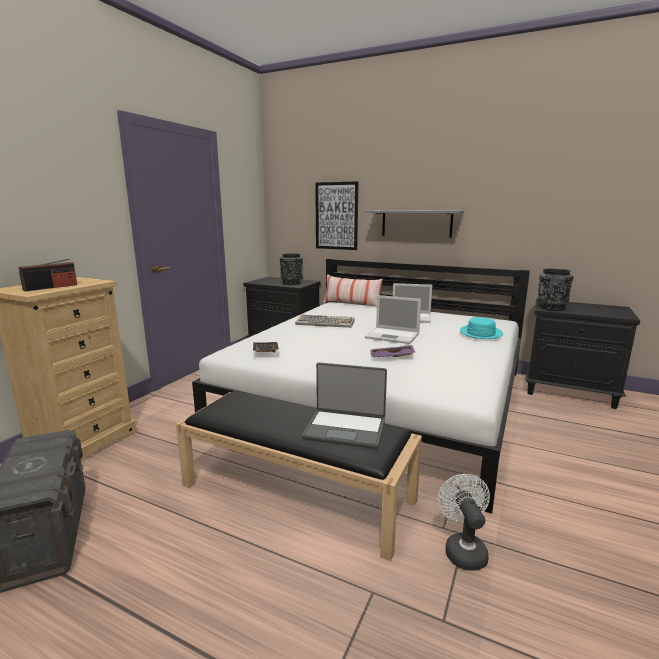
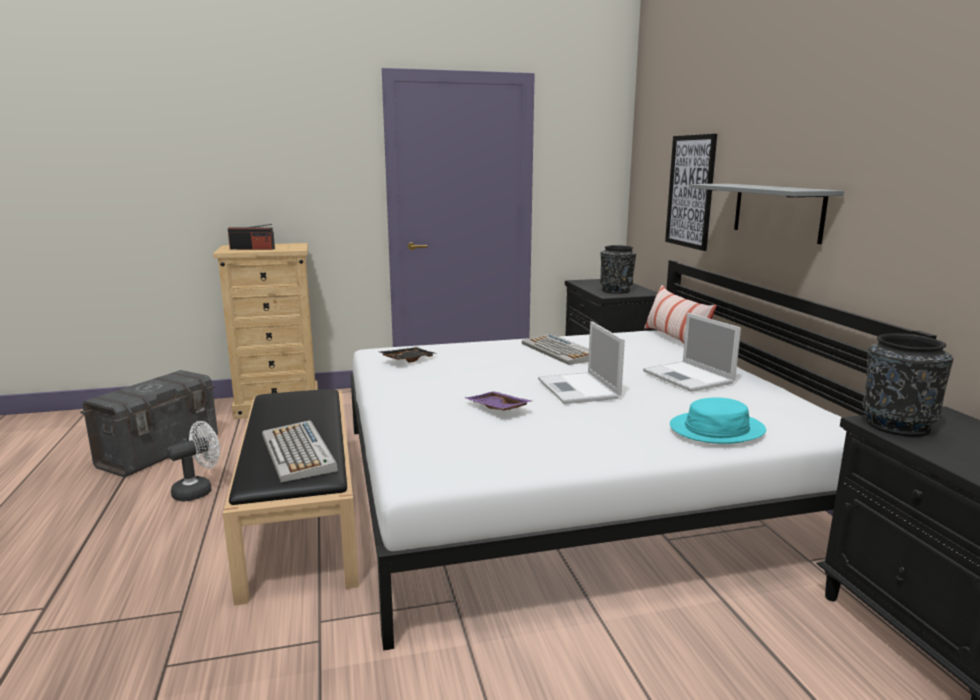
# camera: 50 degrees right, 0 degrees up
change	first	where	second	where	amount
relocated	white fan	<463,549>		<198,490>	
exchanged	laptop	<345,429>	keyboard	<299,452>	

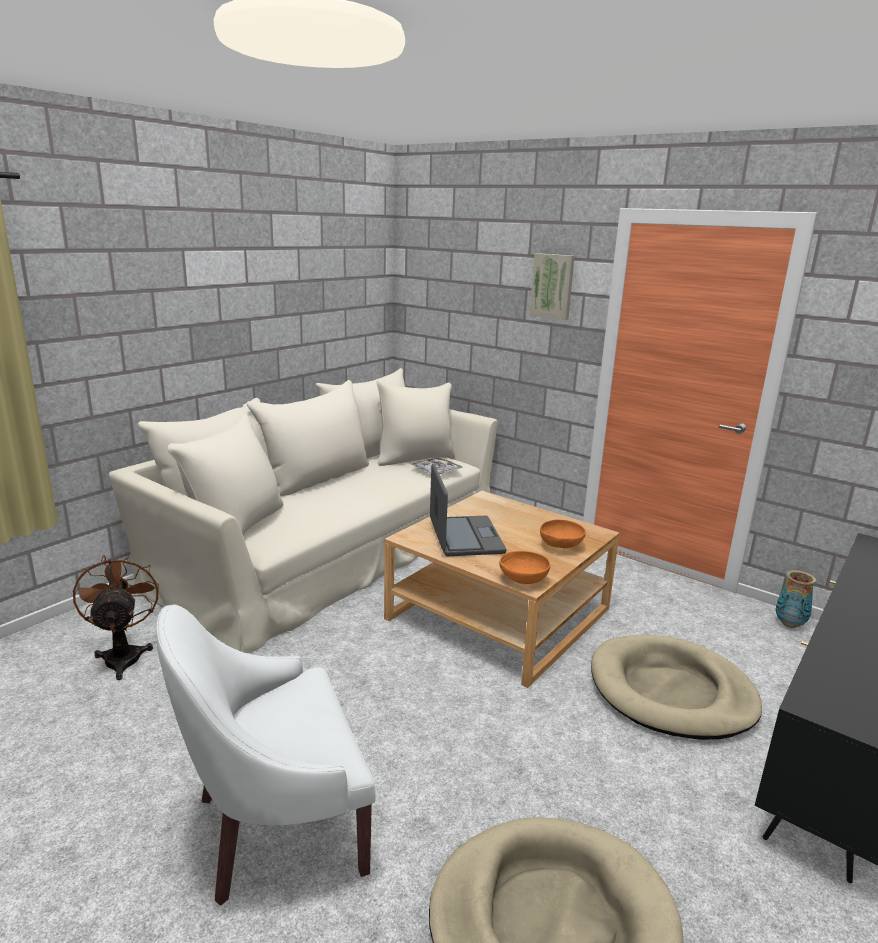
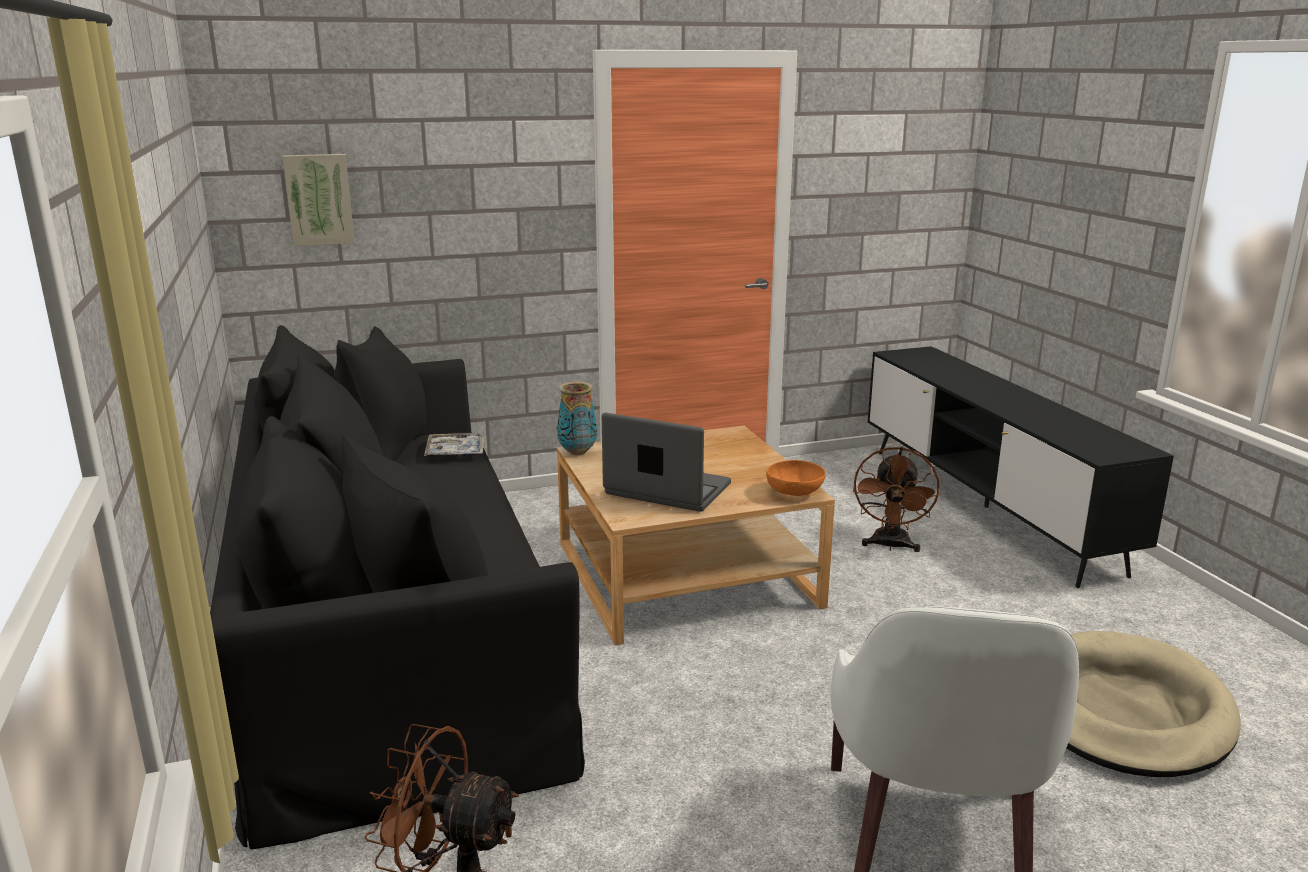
# camera: 55 degrees left, 0 degrees up
change	first	where	second	where	amount
missing	orange bowl	<561,546>			
relocated	picture	<552,286>		<319,199>	
relocated	vase	<789,624>		<578,452>	
exchanged	beige dog bed	<671,692>	brown fan	<890,546>	
colour	beige sofa	<334,550>	black sofa	<394,627>	

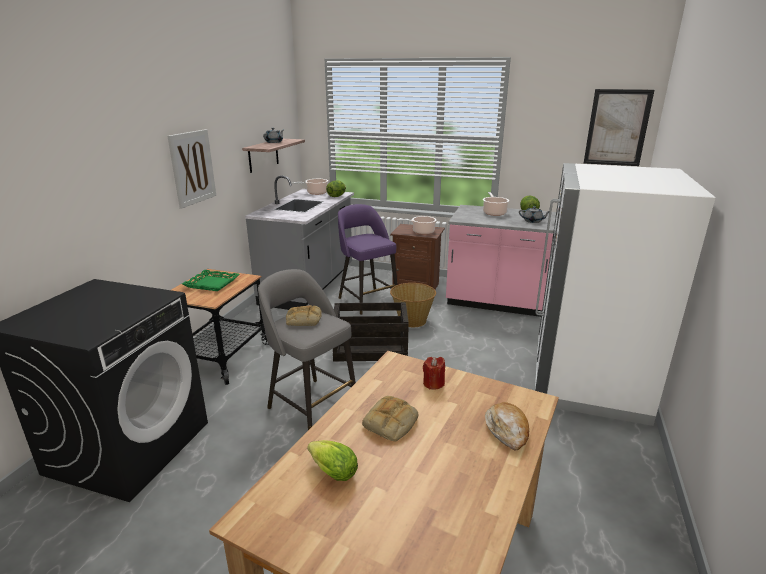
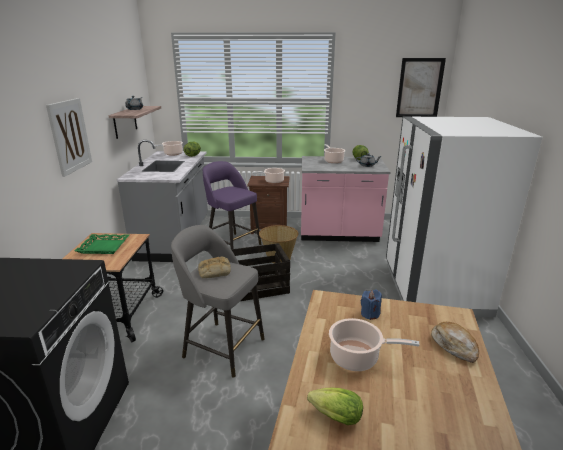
# camera: 15 degrees left, 0 degrees up
change	first	where	second	where	amount
exchanged	bread	<391,423>	cooking pot	<357,358>	
colour	red candle	<433,383>	blue candle	<370,314>	

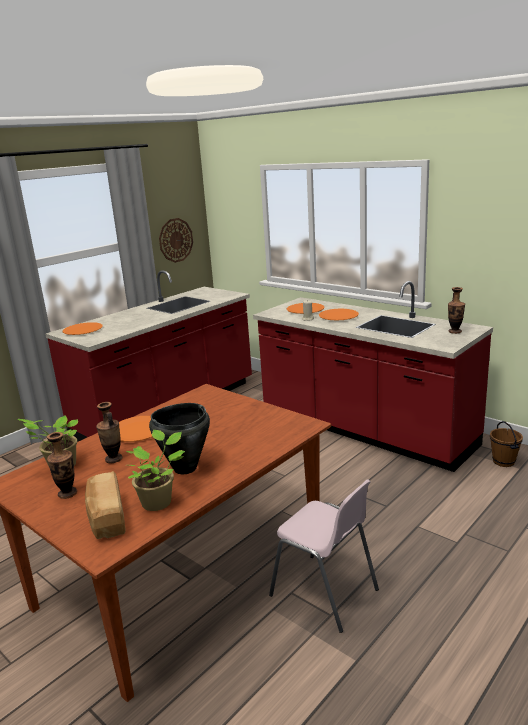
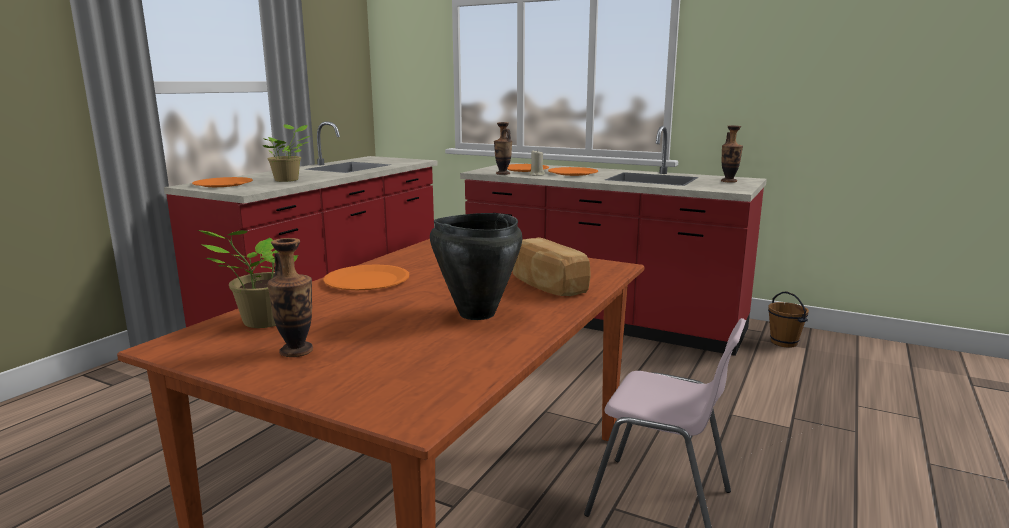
# camera: 15 degrees left, 5 degrees down
change	first	where	second	where	amount
missing	wall clock	<175,240>			
relocated	bread	<106,518>		<546,285>	
relocated	vase	<113,459>		<503,174>	
relocated	potted plant	<159,502>		<288,180>	

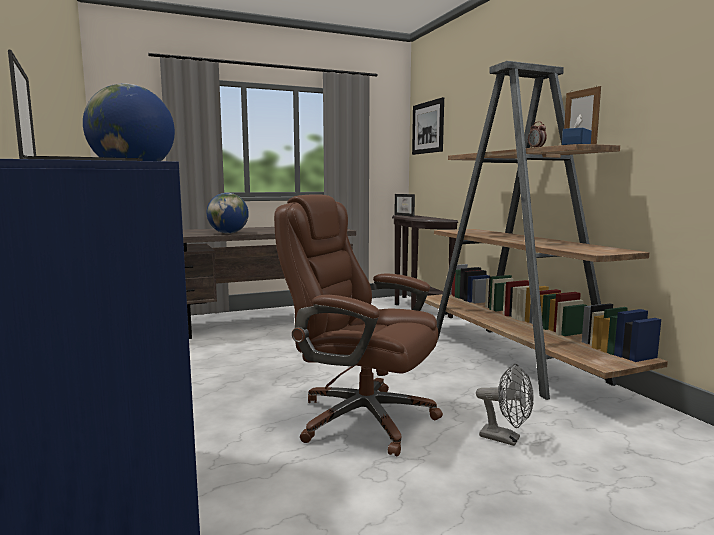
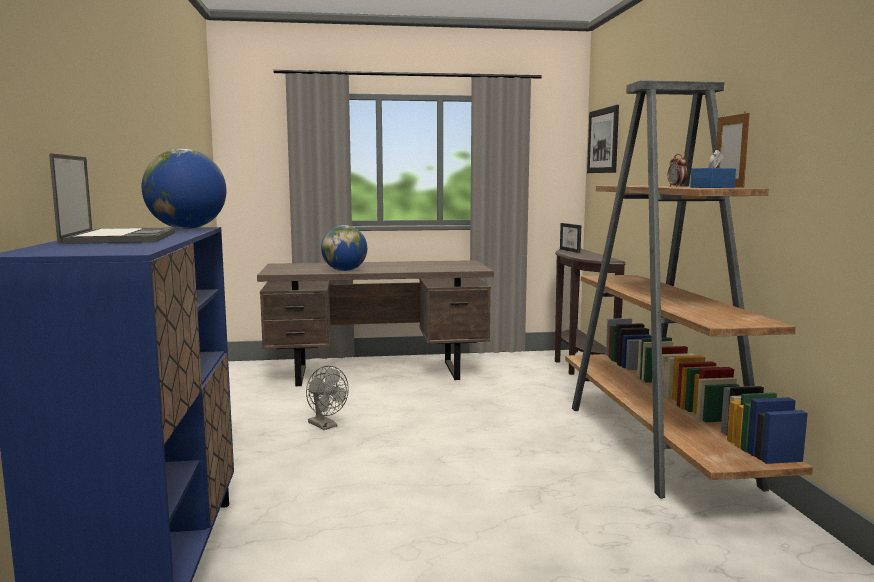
# camera: 15 degrees right, 0 degrees up
change	first	where	second	where	amount
missing	brown office chair	<361,418>			
relocated	grey fan	<506,439>		<325,426>	

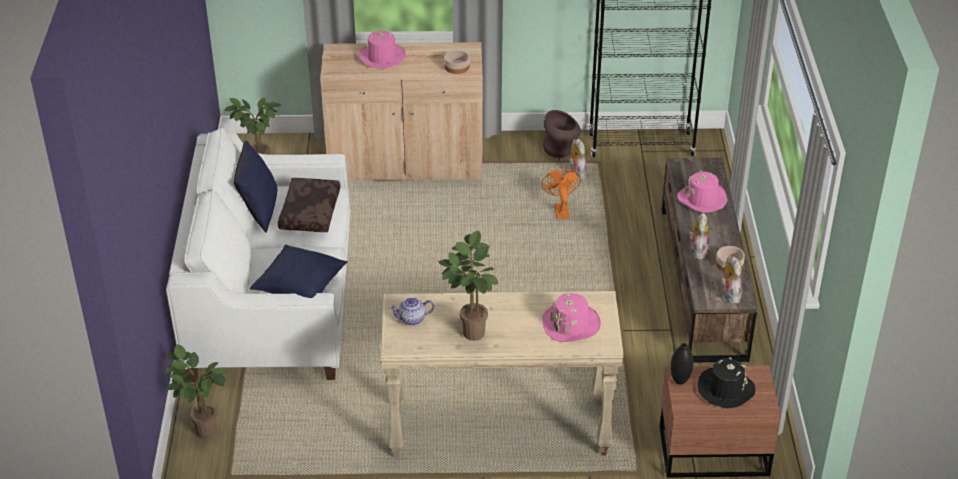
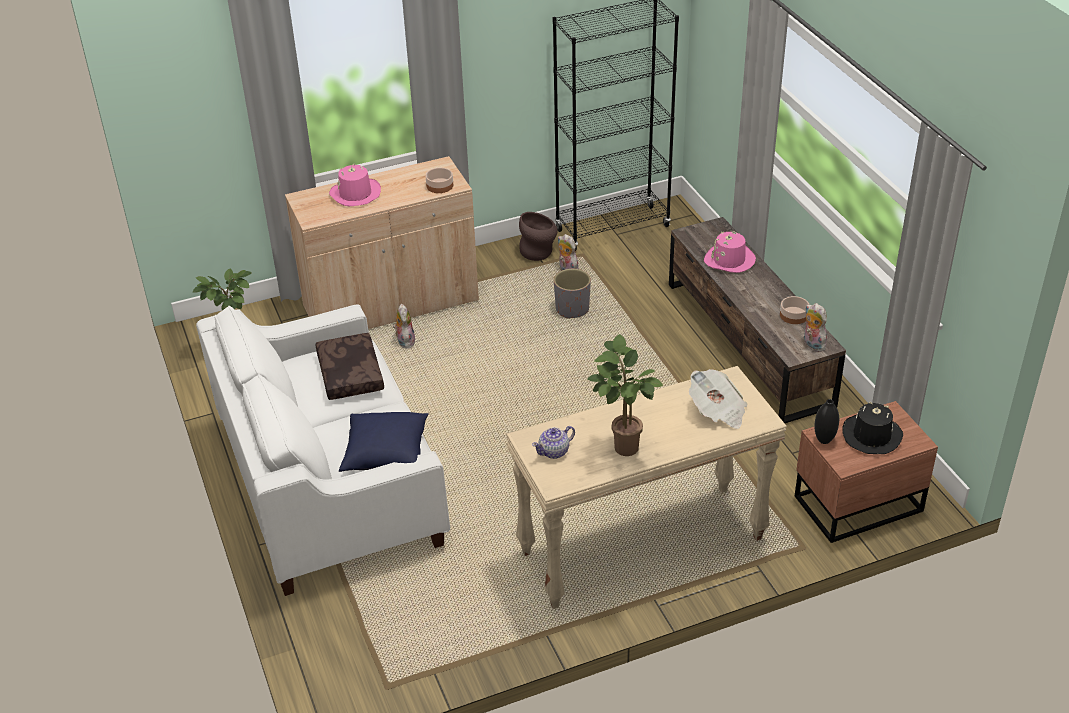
# camera: 20 degrees left, 0 degrees up
change	first	where	second	where	amount
missing	potted plant	<202,432>			
missing	blue pillow	<258,211>			
relocated	plush toy	<697,251>		<405,341>	
exchanged	orange fan	<560,209>	grey planter	<572,309>	
exchanged	pink hat	<571,324>	newspaper	<717,411>	

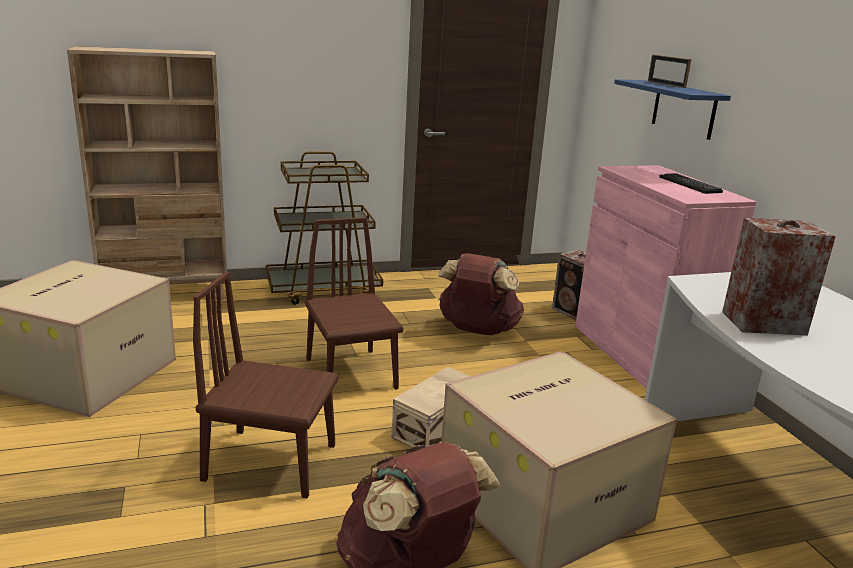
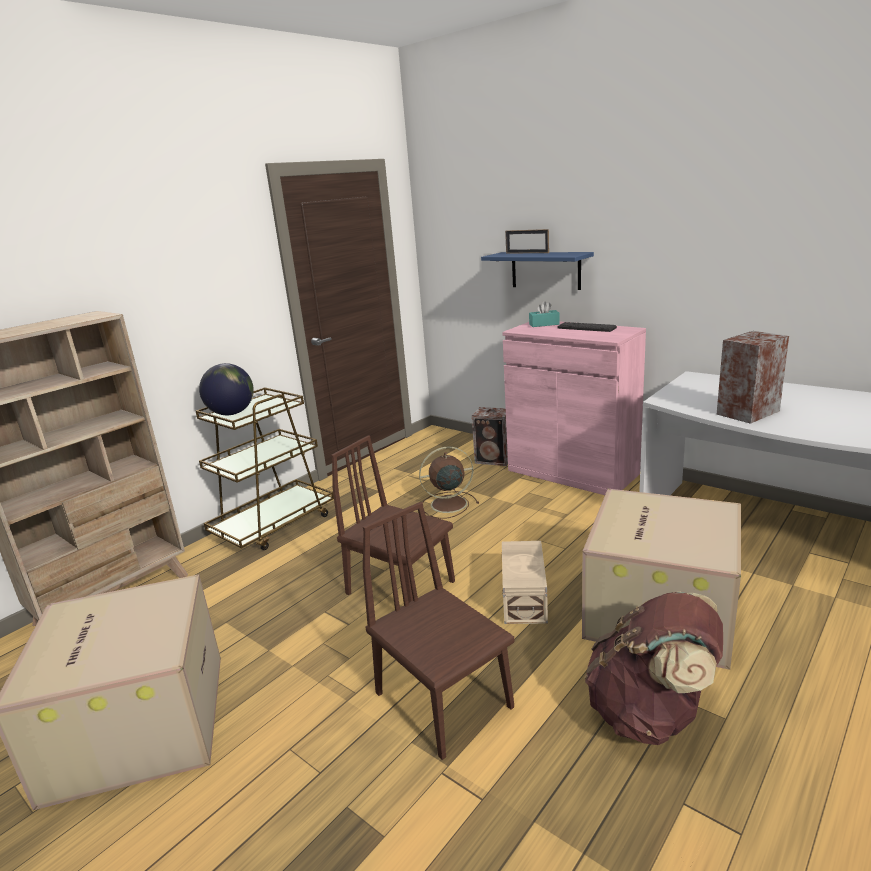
# camera: 30 degrees left, 0 degrees up
change	first	where	second	where	amount
appeared			globe	<231,413>	
appeared			turquoise tissue box	<544,324>	
exchanged	brown backpack	<477,330>	brown fan	<447,504>	
spun	brown chair	<271,462>		<443,700>	75 degrees clockwise

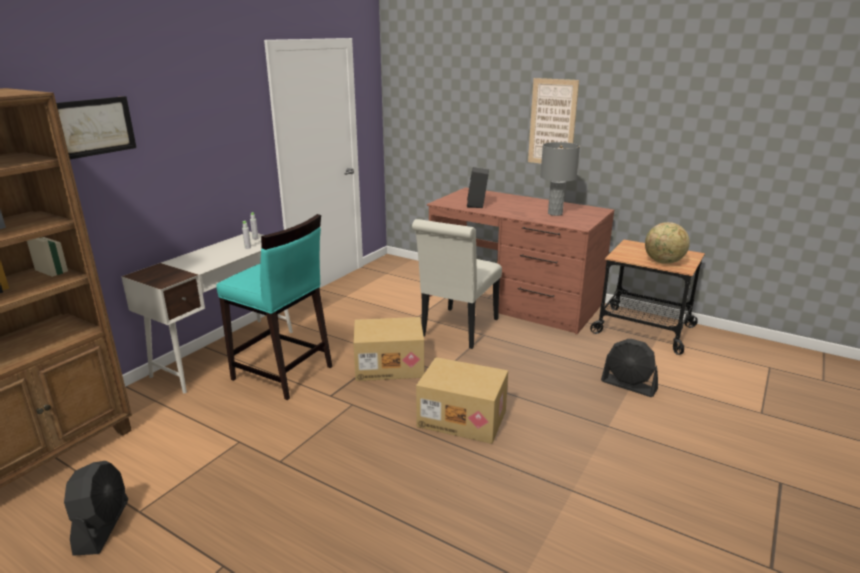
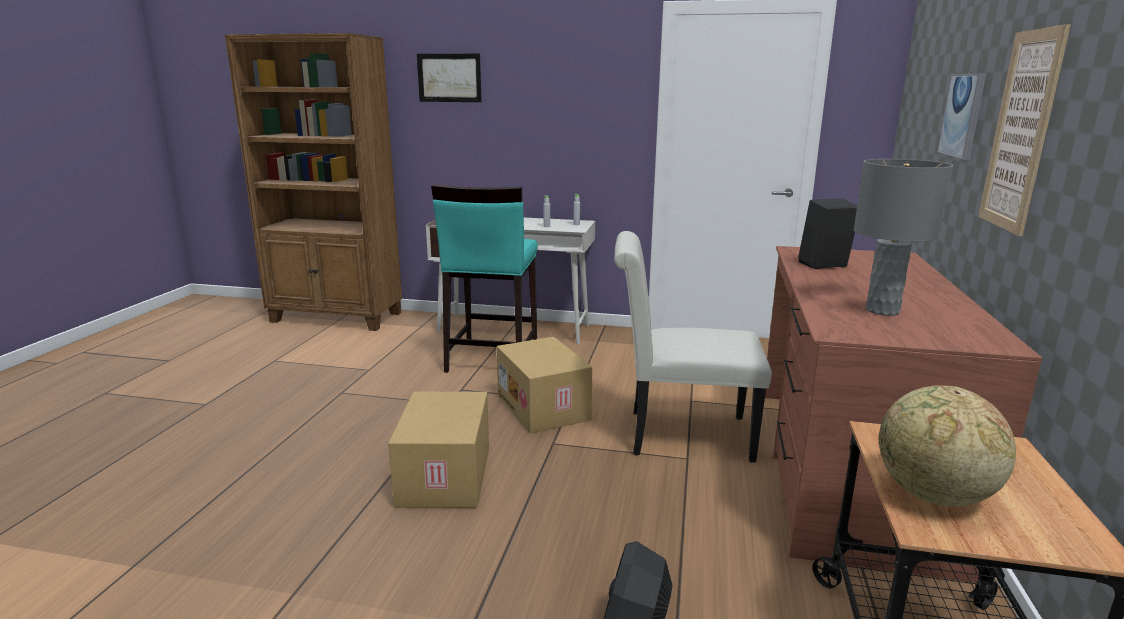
# camera: 70 degrees right, 5 degrees down
change	first	where	second	where	amount
missing	black fan	<102,526>			
appeared			picture	<963,115>	

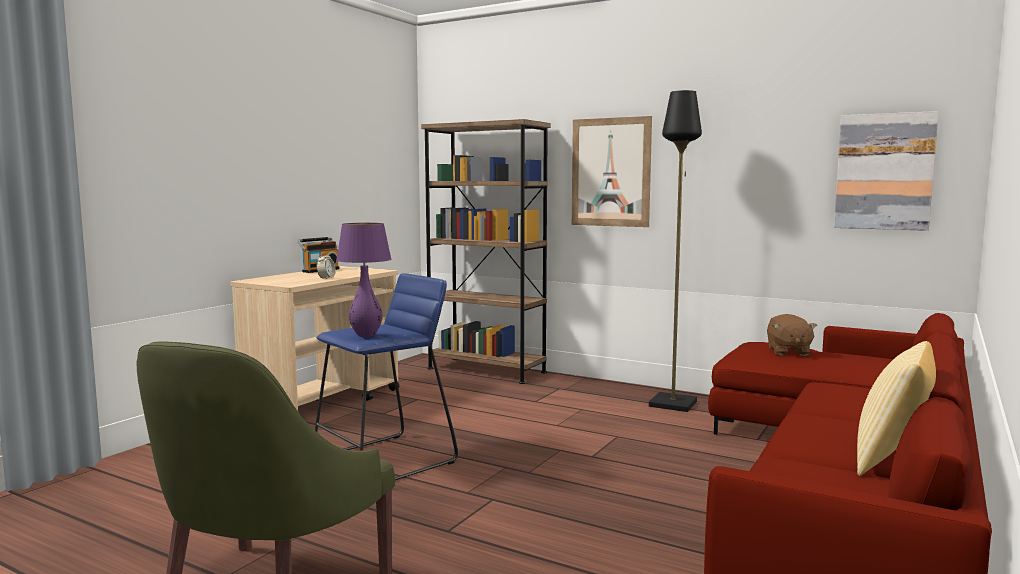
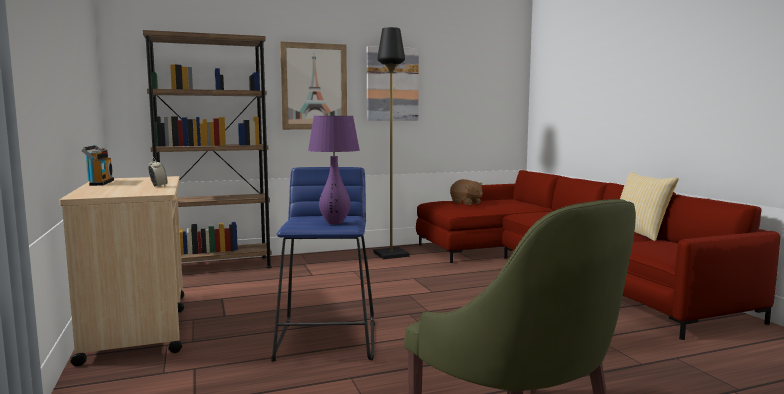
# camera: 50 degrees left, 0 degrees up
change	first	where	second	where	amount
relocated	picture	<884,172>		<392,84>	

